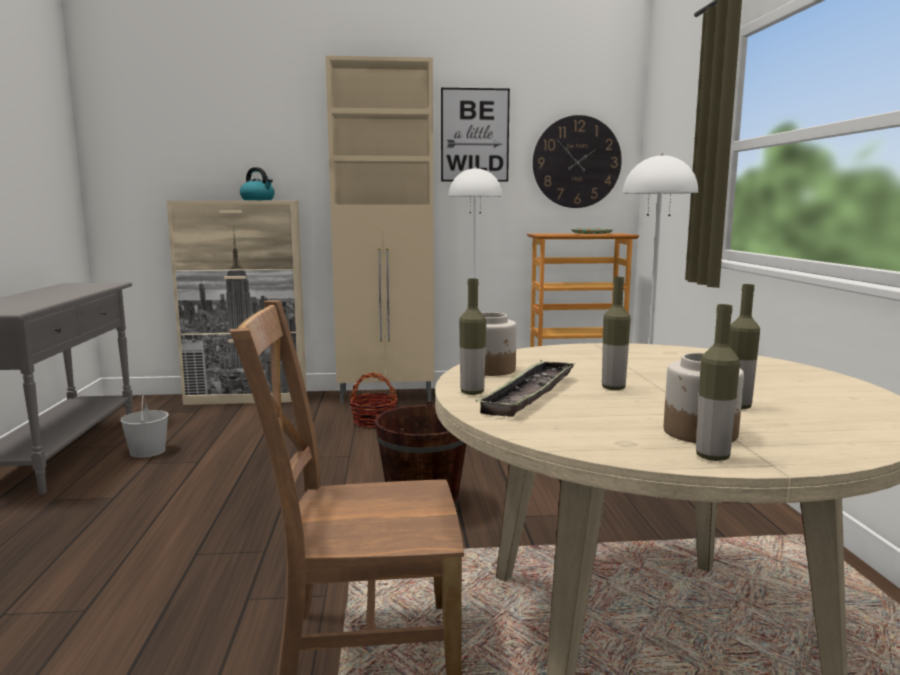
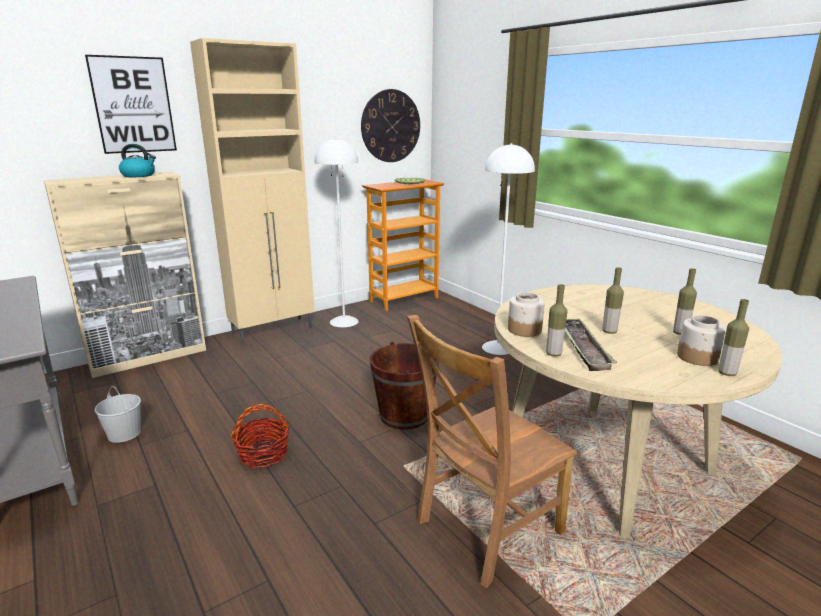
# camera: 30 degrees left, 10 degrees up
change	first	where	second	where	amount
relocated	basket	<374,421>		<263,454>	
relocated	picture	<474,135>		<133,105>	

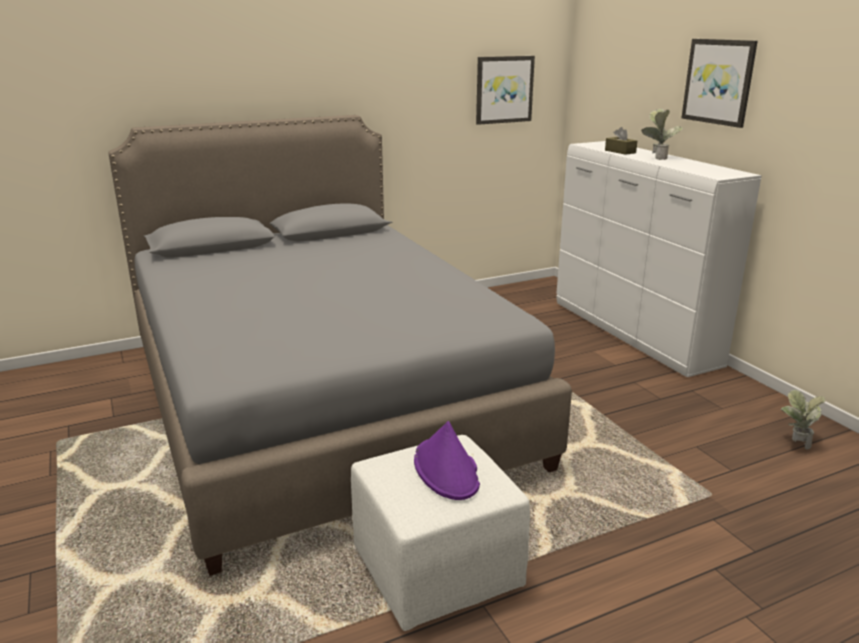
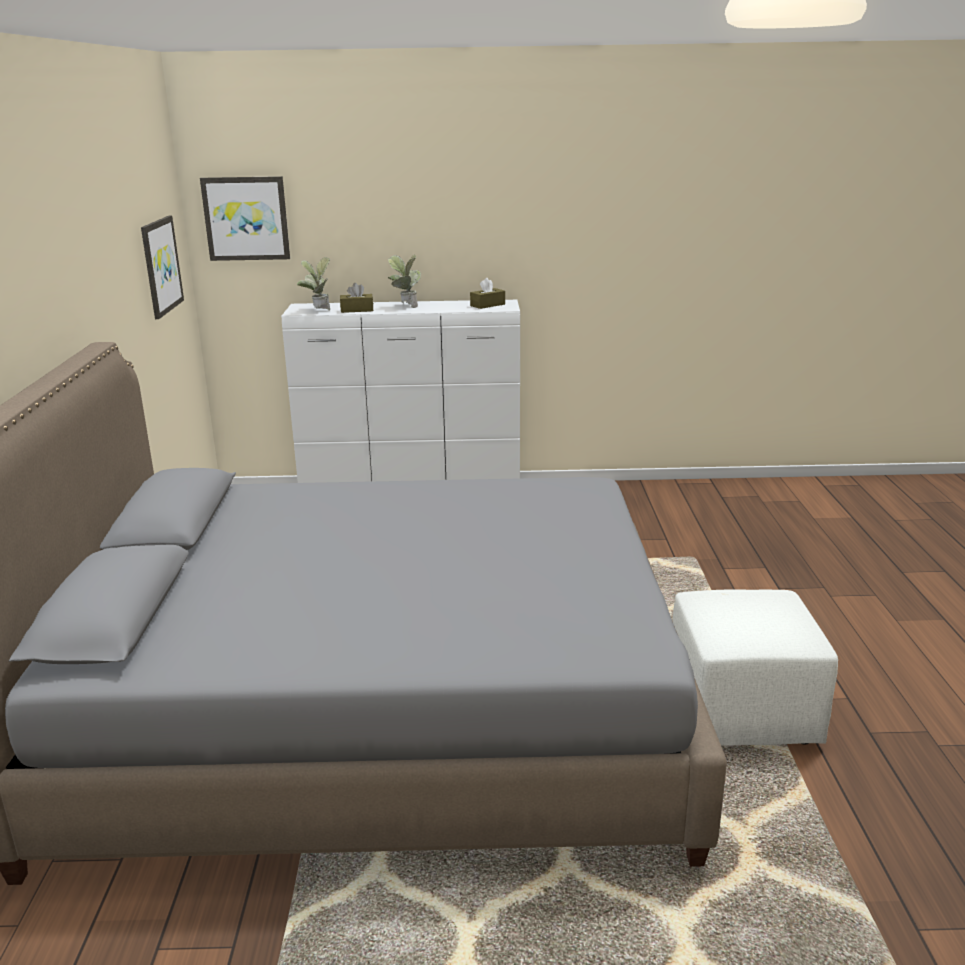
# camera: 65 degrees left, 0 degrees up
change	first	where	second	where	amount
missing	purple hat	<446,470>			
appeared			brown tissue box	<487,305>	
relocated	picture	<719,82>		<246,218>	
relocated	potted plant	<795,443>		<318,311>	

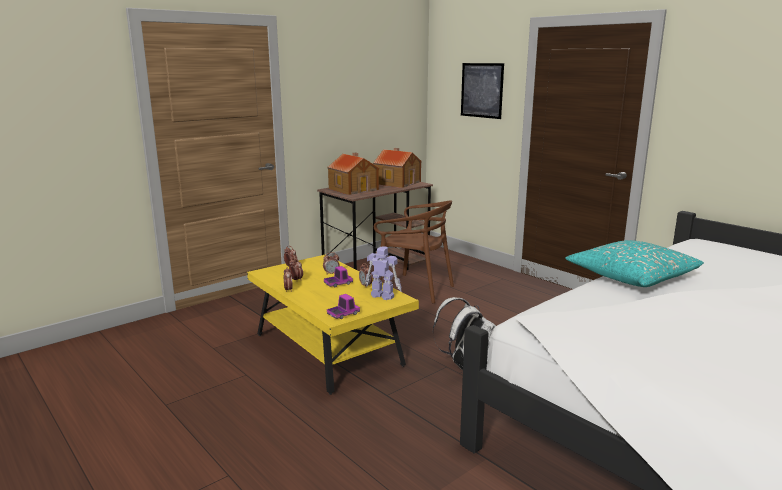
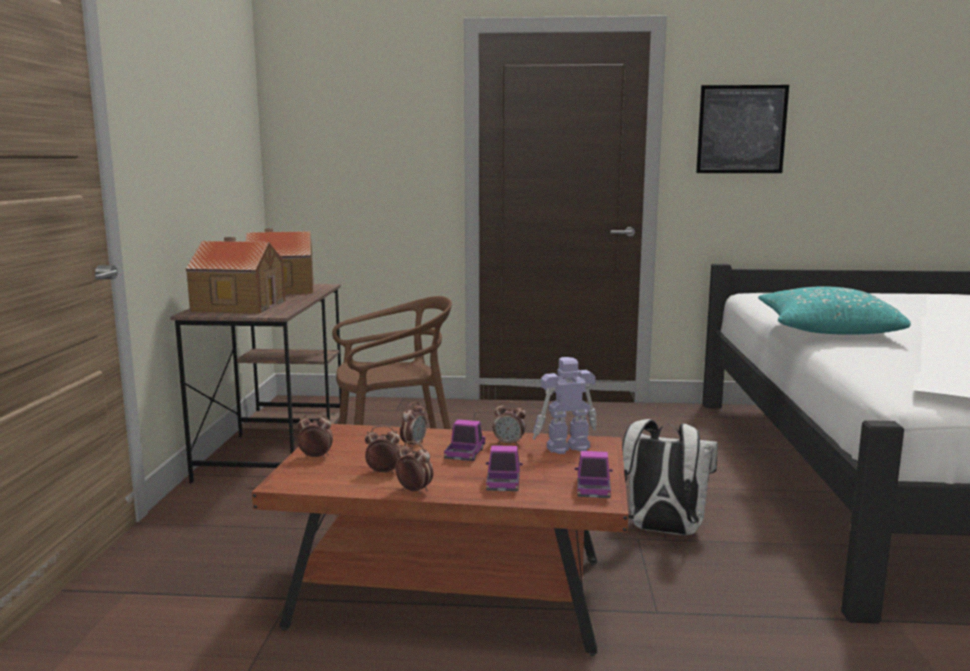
# camera: 45 degrees left, 5 degrees down
change	first	where	second	where	amount
appeared			toy truck	<503,483>	
relocated	picture	<482,90>		<741,129>	
colour	yellow coffee table	<328,350>	brown coffee table	<451,593>	

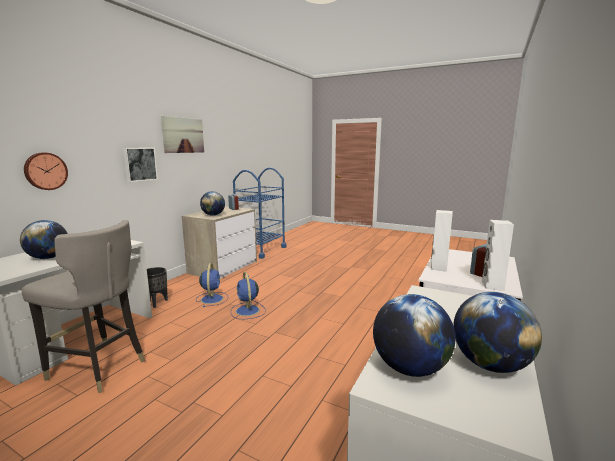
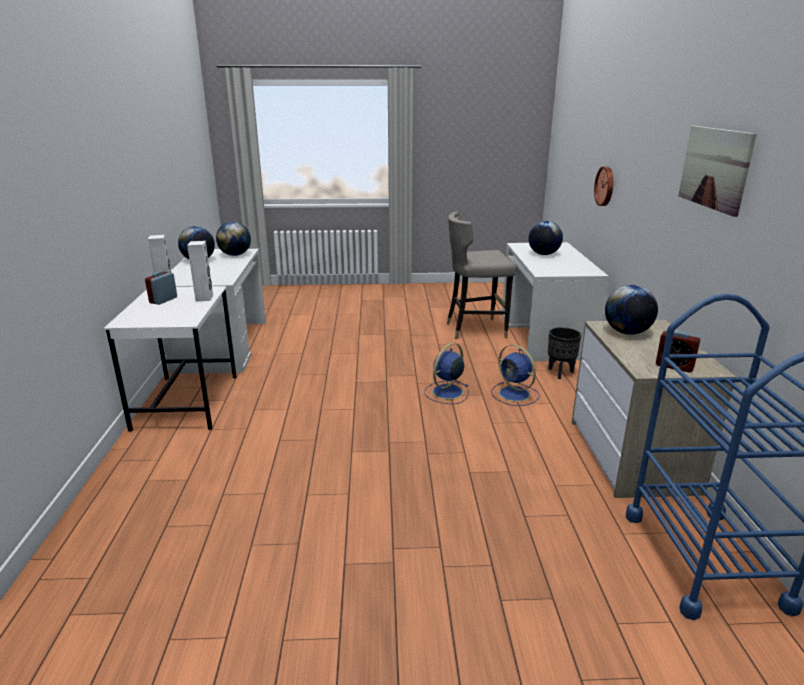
# camera: 150 degrees right, 10 degrees up
change	first	where	second	where	amount
missing	picture	<140,164>			
spun	blue fan	<247,311>		<446,392>	90 degrees counterclockwise

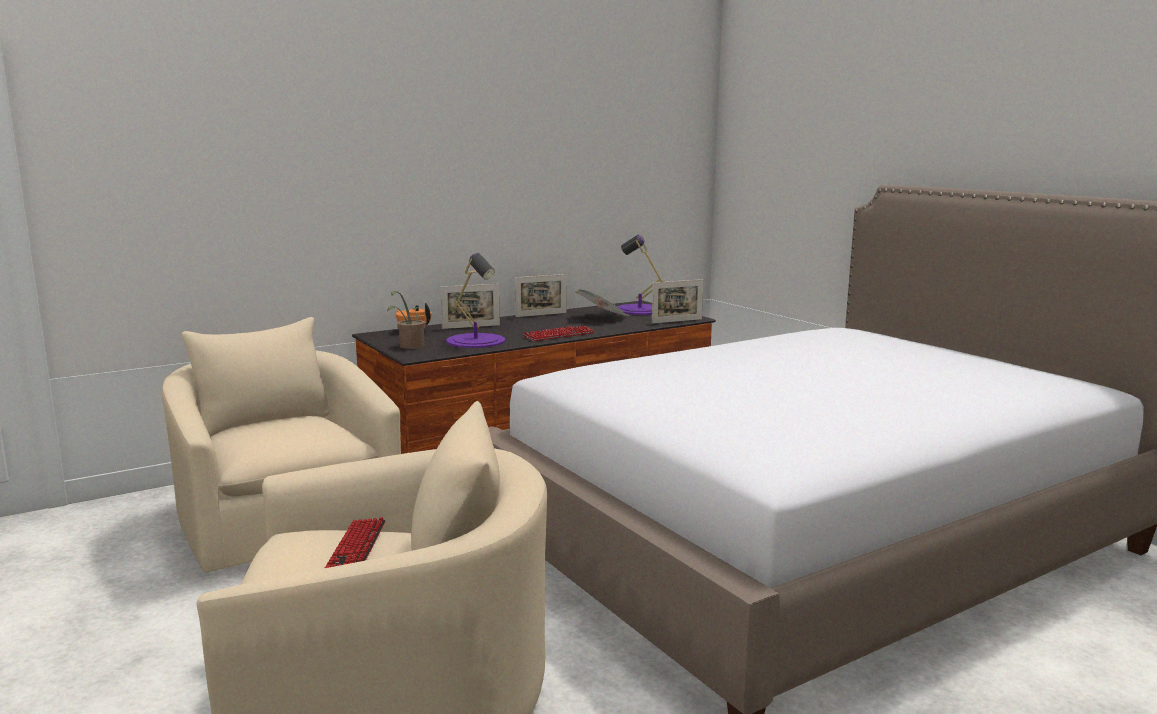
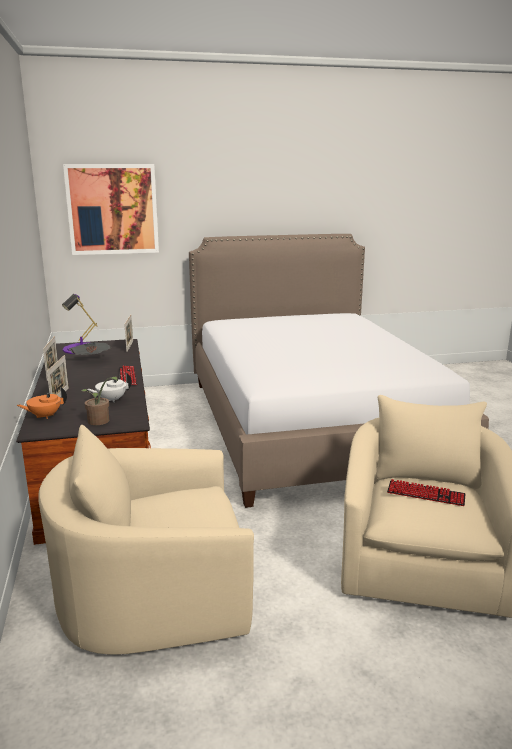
# camera: 70 degrees left, 5 degrees up
change	first	where	second	where	amount
appeared			picture	<112,209>	
exchanged	purple table lamp	<476,341>	white teapot	<111,400>	

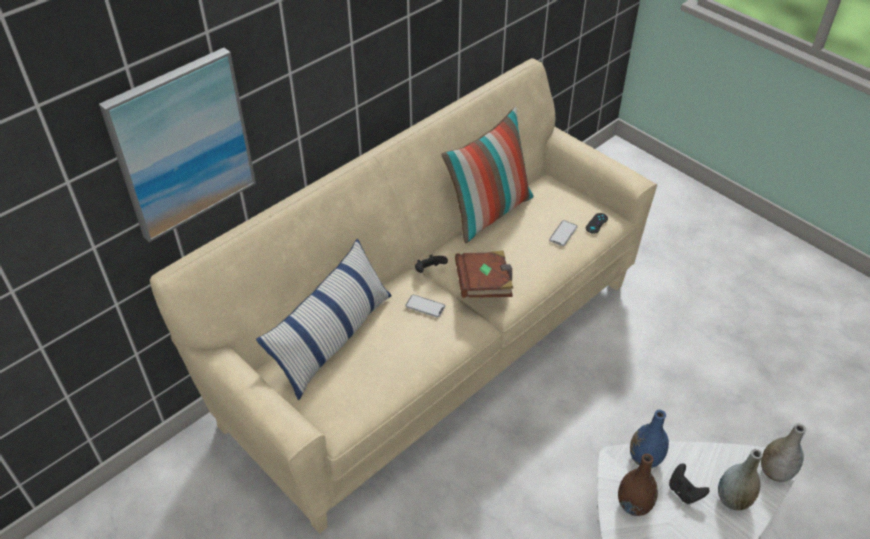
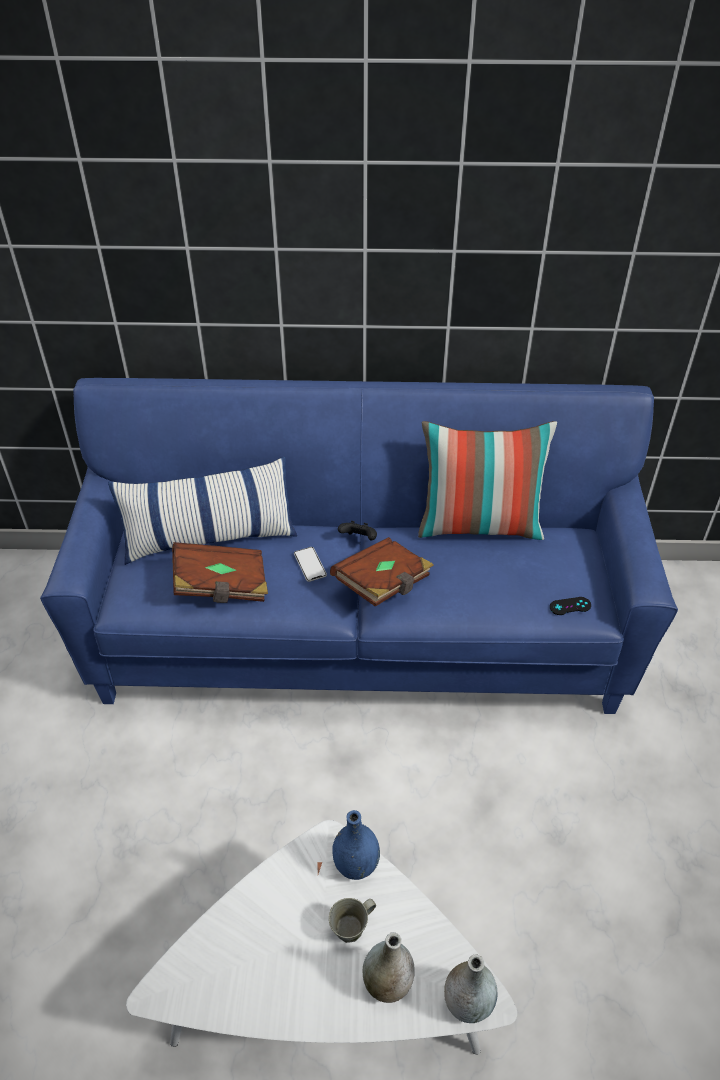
# camera: 45 degrees right, 0 degrees up
change	first	where	second	where	amount
missing	picture	<182,145>			
missing	phone	<563,234>			
missing	brown vase	<633,505>			
appeared			brown book	<221,586>	
exchanged	black game controller	<684,491>	grey mug	<351,928>	
colour	beige sofa	<433,350>	blue sofa	<359,634>	

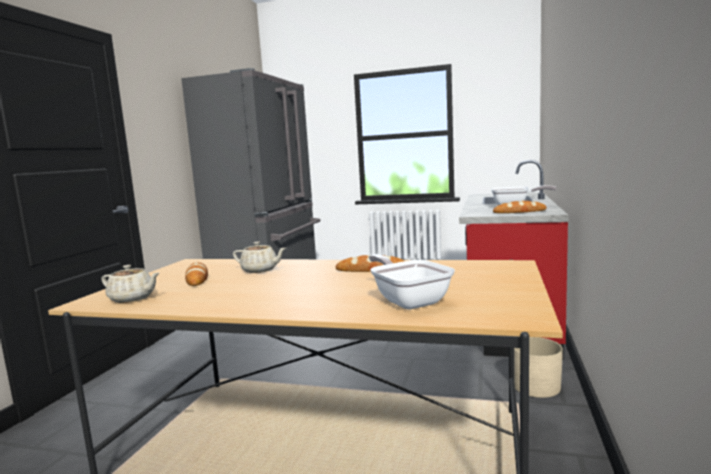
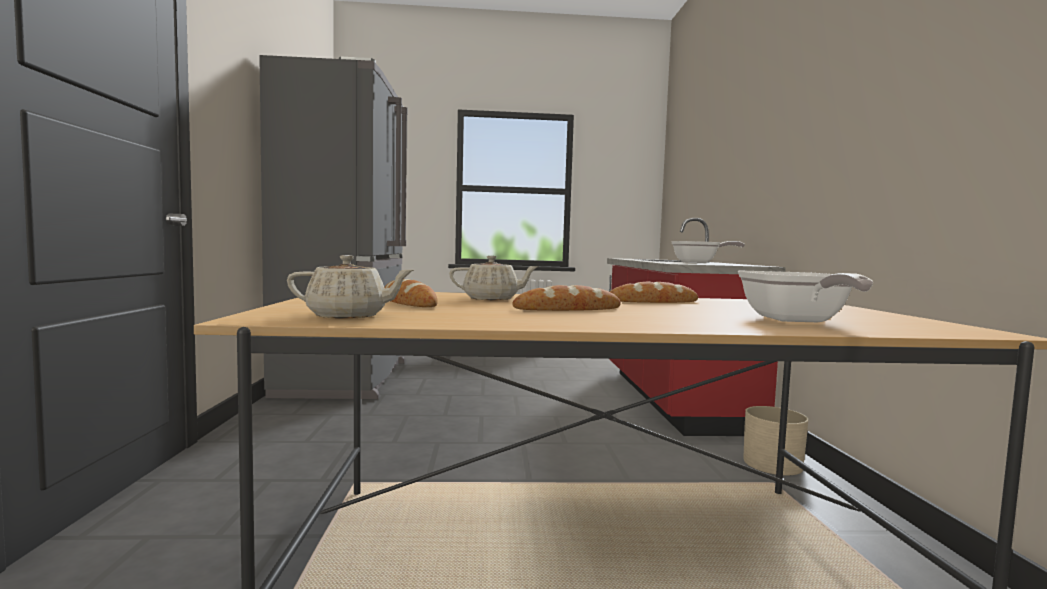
# camera: 20 degrees left, 5 degrees down
change	first	where	second	where	amount
relocated	bread	<519,211>		<568,309>	
spun	frying pan	<408,300>		<796,321>	135 degrees counterclockwise

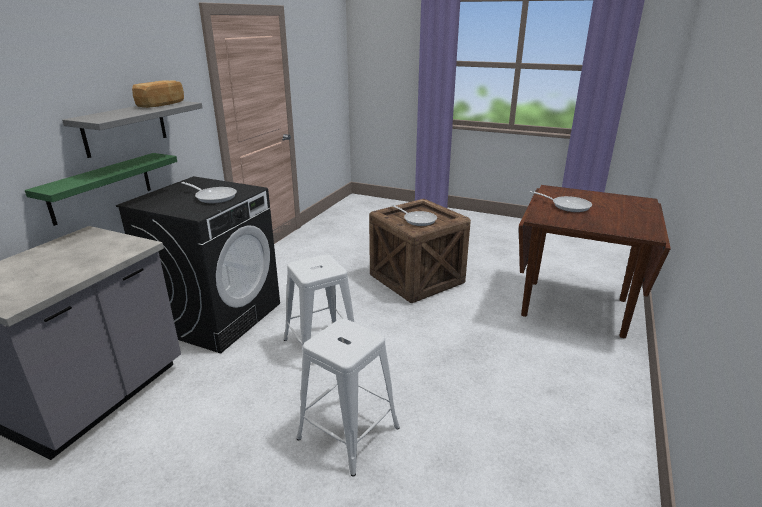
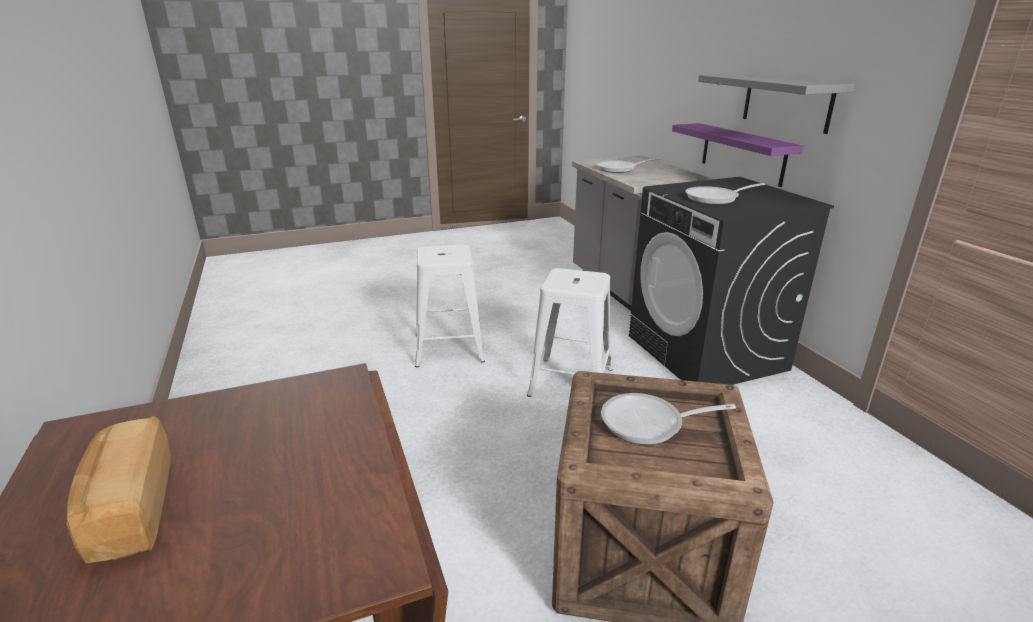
# camera: 135 degrees right, 0 degrees up
change	first	where	second	where	amount
relocated	bread	<162,104>		<130,510>	
relocated	frying pan	<567,206>		<620,169>	
colour	green shelf	<101,187>	purple shelf	<742,153>	

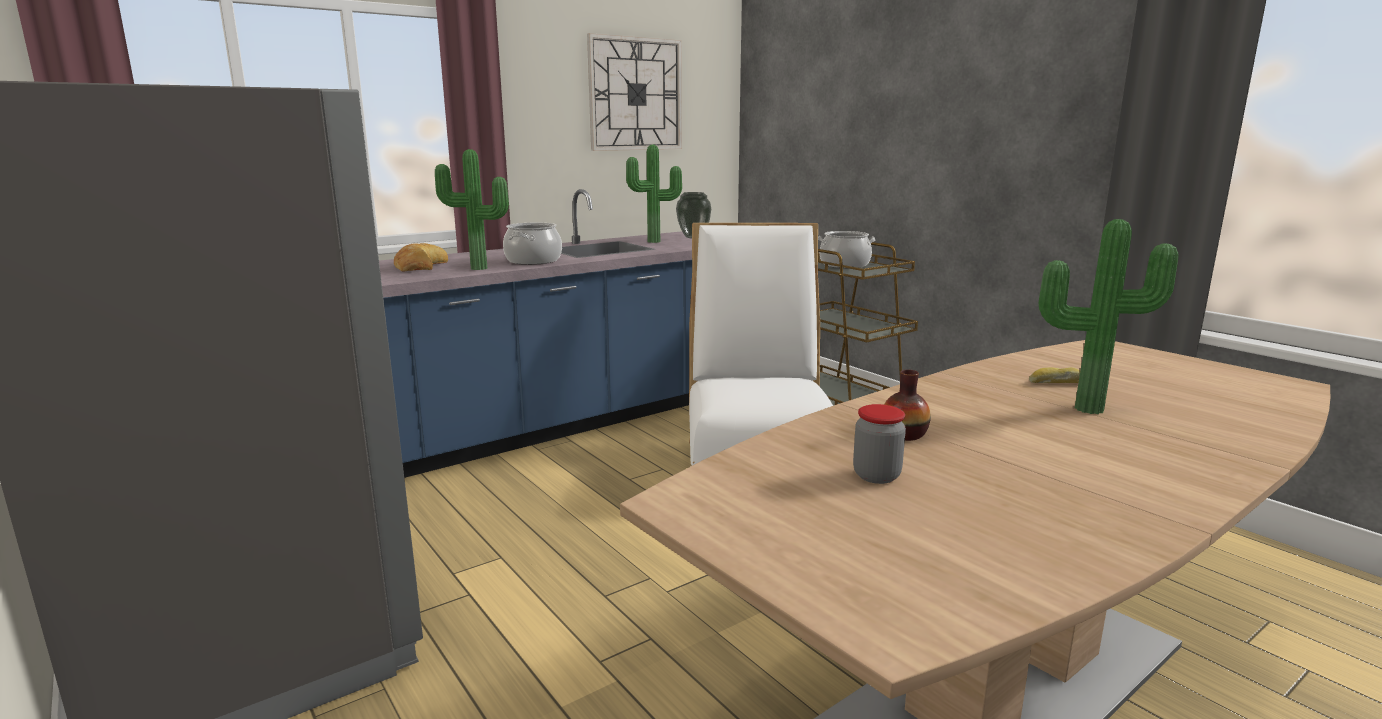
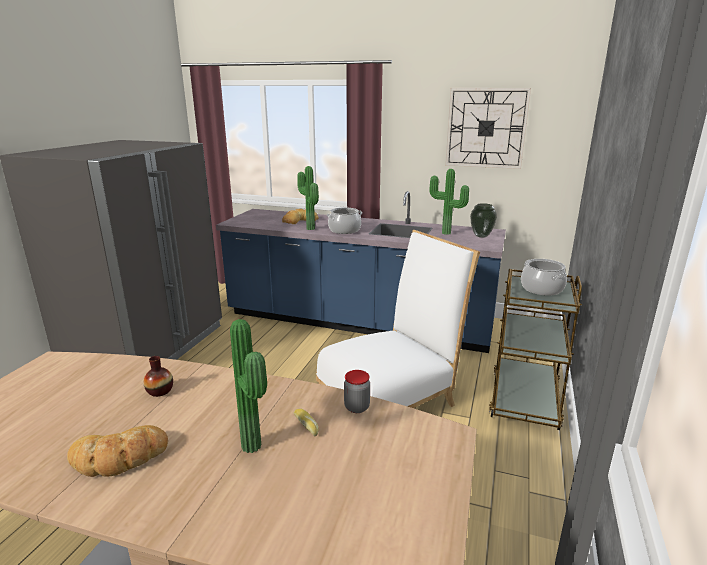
# camera: 55 degrees right, 5 degrees up
change	first	where	second	where	amount
appeared			bread	<119,457>	
relocated	jar	<876,476>		<357,407>	

